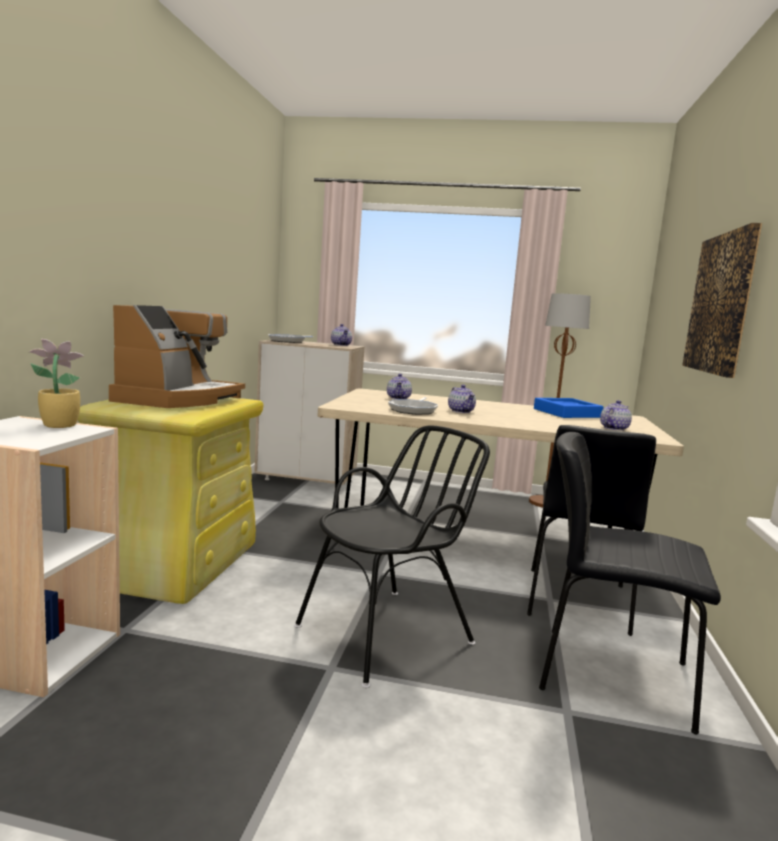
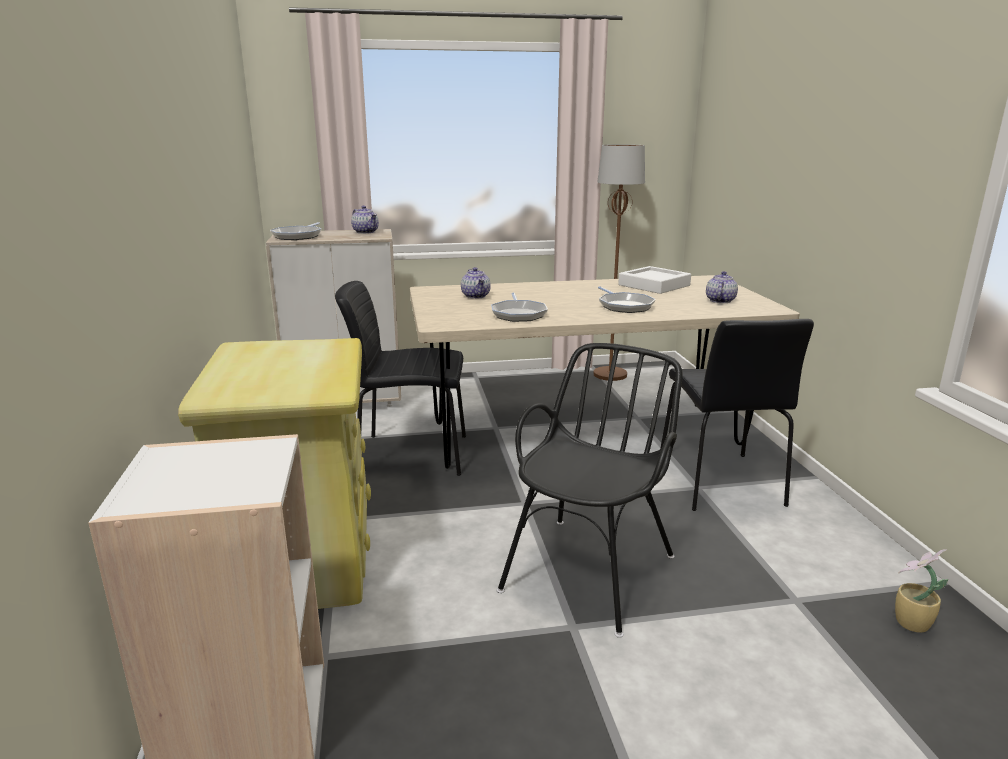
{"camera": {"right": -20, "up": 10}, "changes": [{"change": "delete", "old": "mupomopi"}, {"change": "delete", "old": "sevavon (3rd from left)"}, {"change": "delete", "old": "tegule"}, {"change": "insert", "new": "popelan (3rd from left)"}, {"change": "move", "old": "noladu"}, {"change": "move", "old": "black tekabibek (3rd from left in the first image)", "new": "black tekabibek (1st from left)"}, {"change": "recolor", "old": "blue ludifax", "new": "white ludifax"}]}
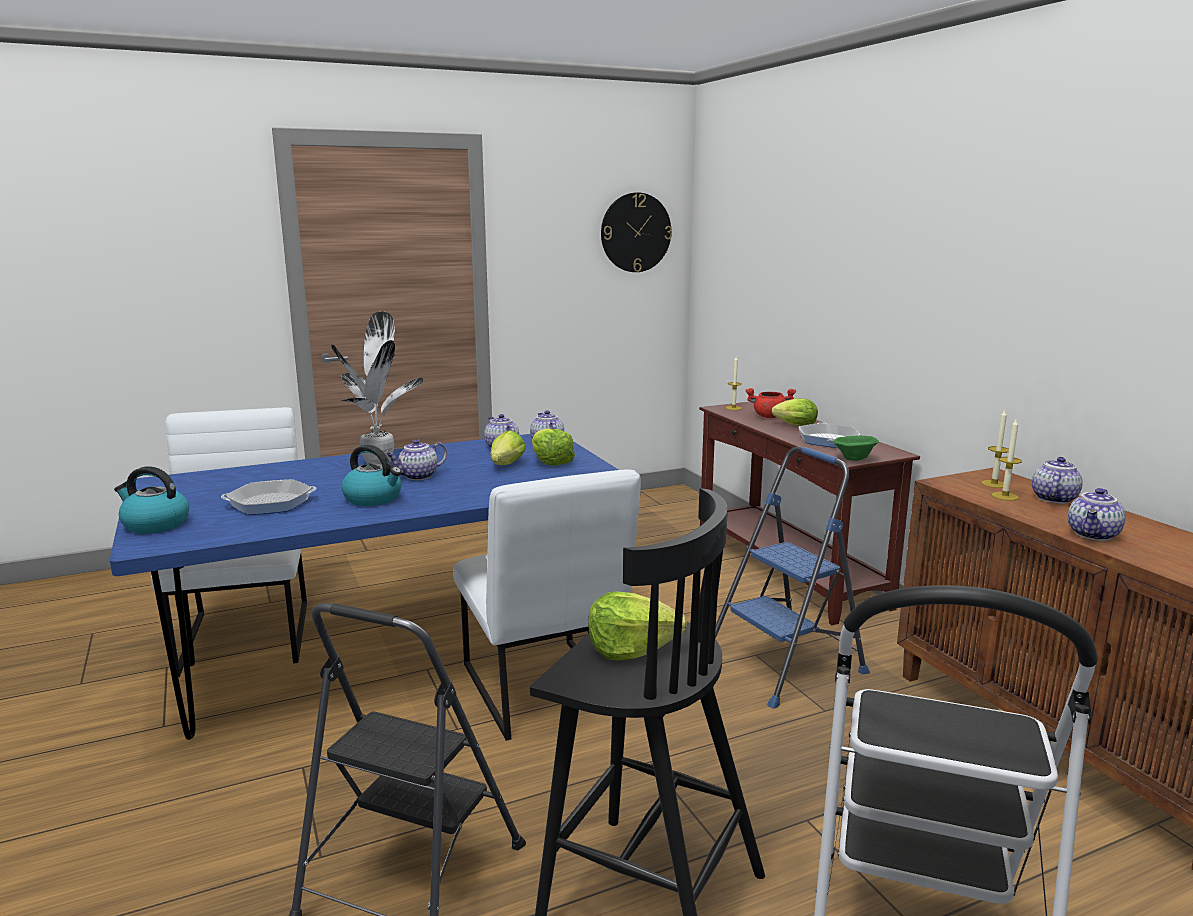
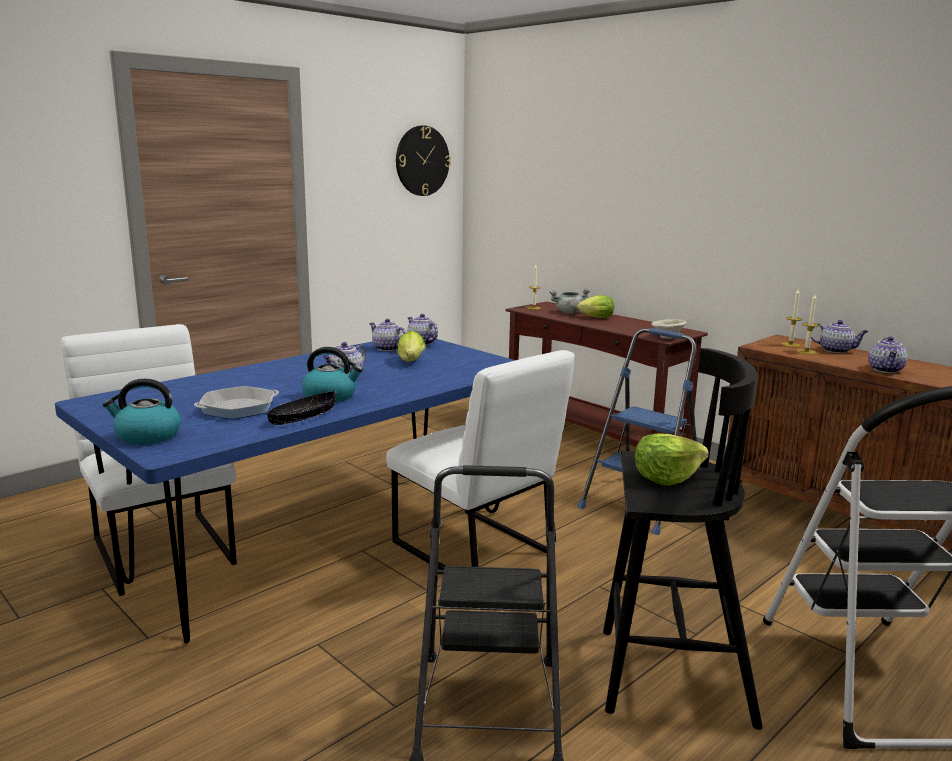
{"camera": {"right": -20, "up": 0}, "changes": [{"change": "delete", "old": "noladu"}, {"change": "delete", "old": "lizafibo (2nd from left)"}, {"change": "delete", "old": "popelan (2nd from left)"}, {"change": "insert", "new": "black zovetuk"}, {"change": "recolor", "old": "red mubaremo", "new": "grey mubaremo"}, {"change": "recolor", "old": "green zovetuk", "new": "beige zovetuk"}, {"change": "rotate", "old": "sevavon (4th from left)", "degrees": 105}]}
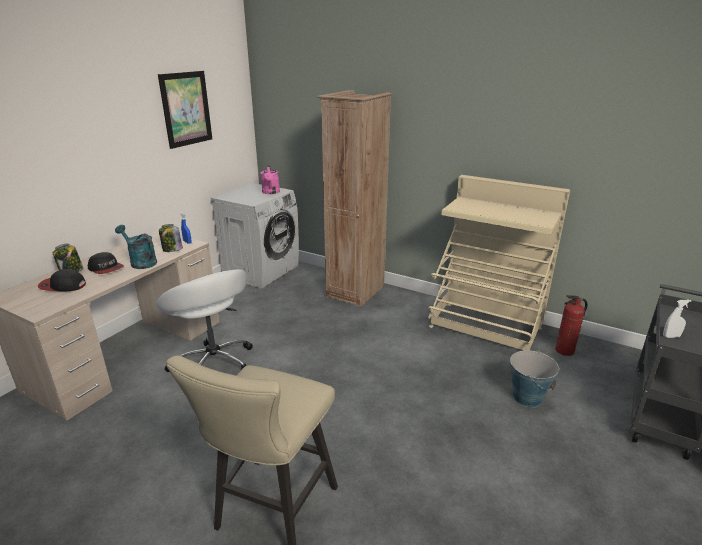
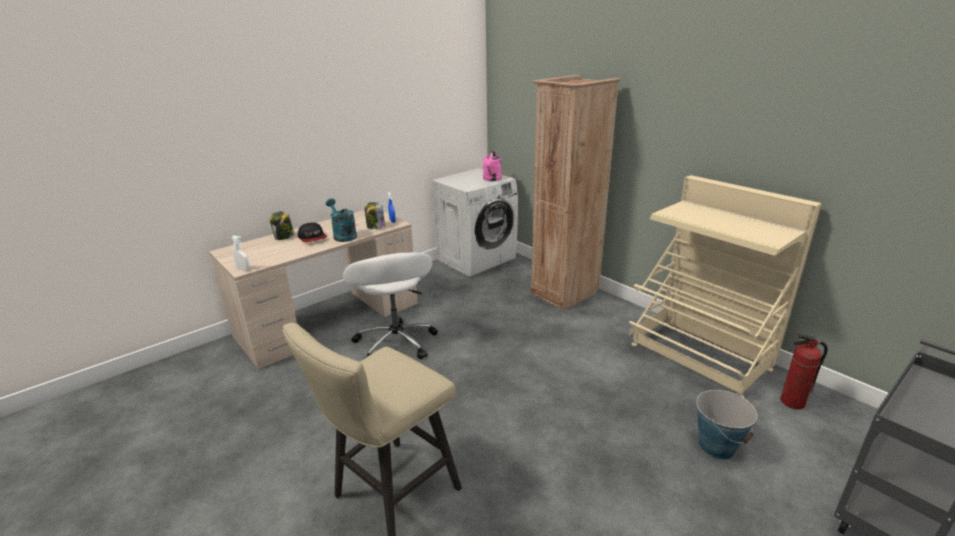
{"camera": {"right": 20, "up": 0}, "changes": [{"change": "delete", "old": "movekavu (1st from left)"}, {"change": "delete", "old": "tegule"}, {"change": "move", "old": "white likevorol"}]}
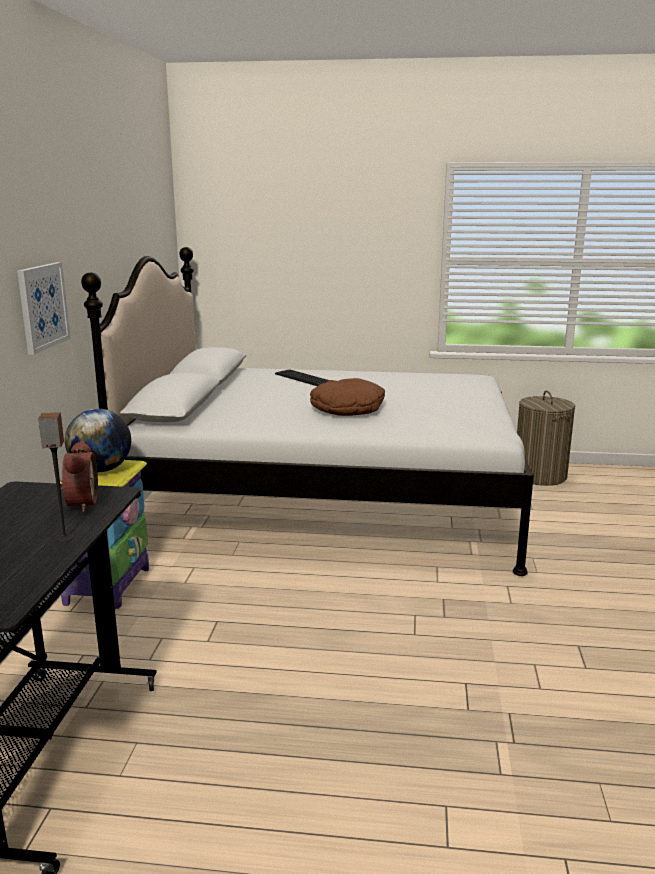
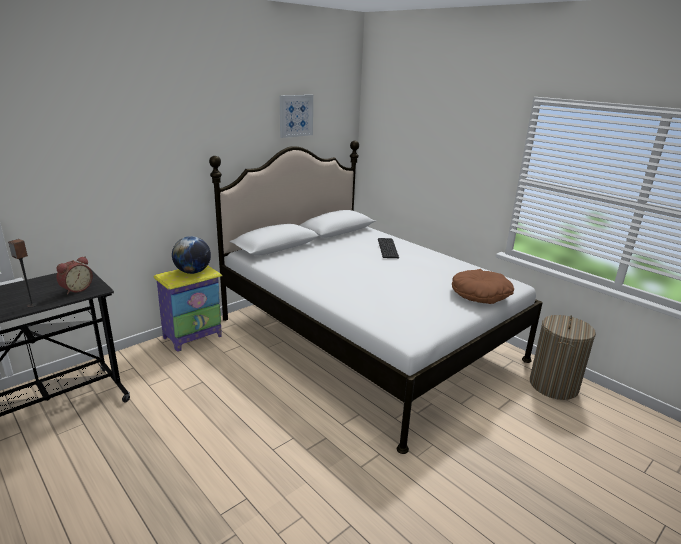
{"camera": {"right": 40, "up": 5}, "changes": [{"change": "move", "old": "tegule"}, {"change": "move", "old": "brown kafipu"}]}
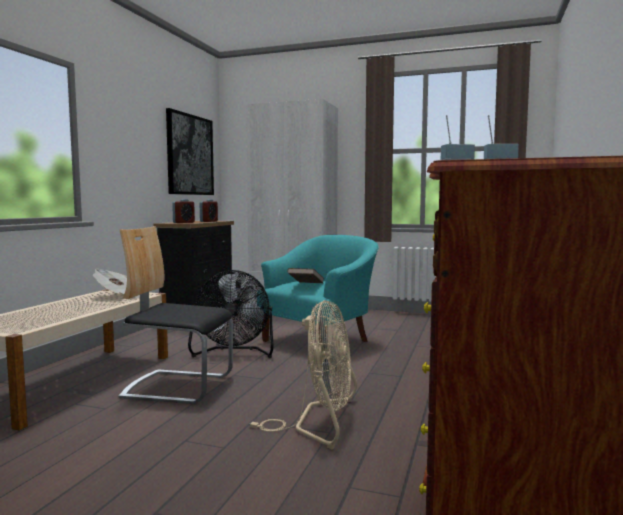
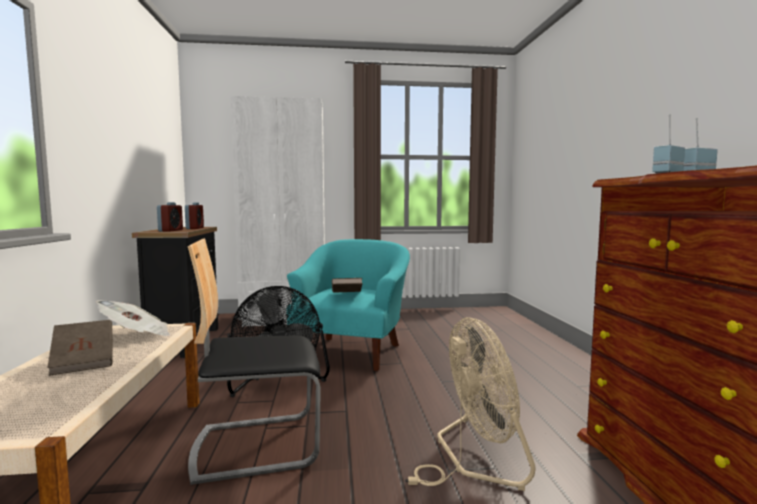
{"camera": {"right": -25, "up": 0}, "changes": [{"change": "delete", "old": "tegule"}, {"change": "insert", "new": "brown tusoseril (1st from left)"}]}
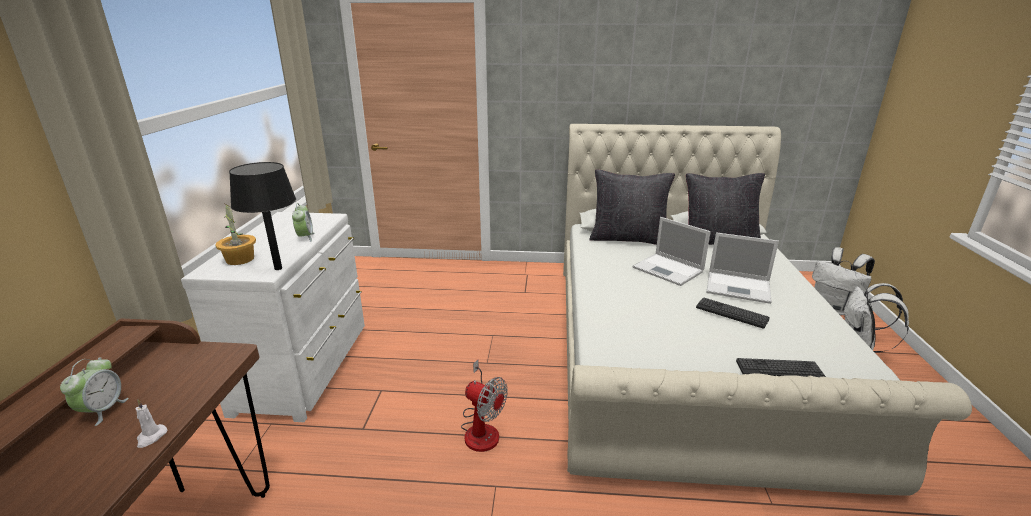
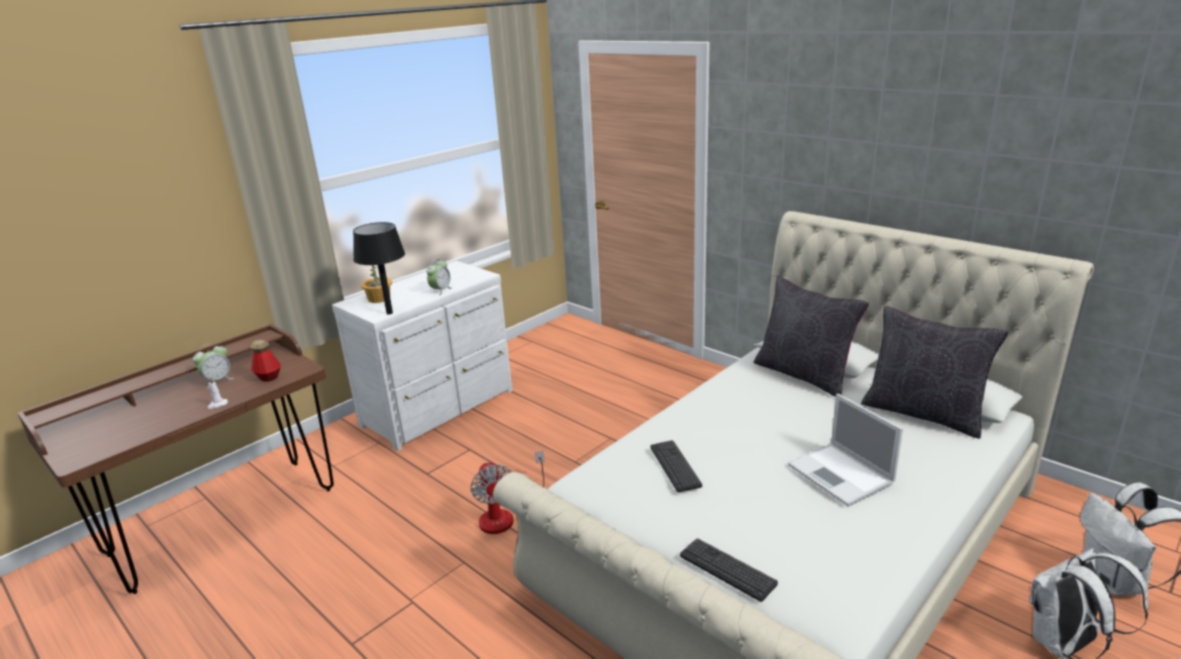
{"camera": {"right": 40, "up": 0}, "changes": [{"change": "delete", "old": "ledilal (1st from left)"}, {"change": "insert", "new": "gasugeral"}, {"change": "move", "old": "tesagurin (1st from left)"}]}
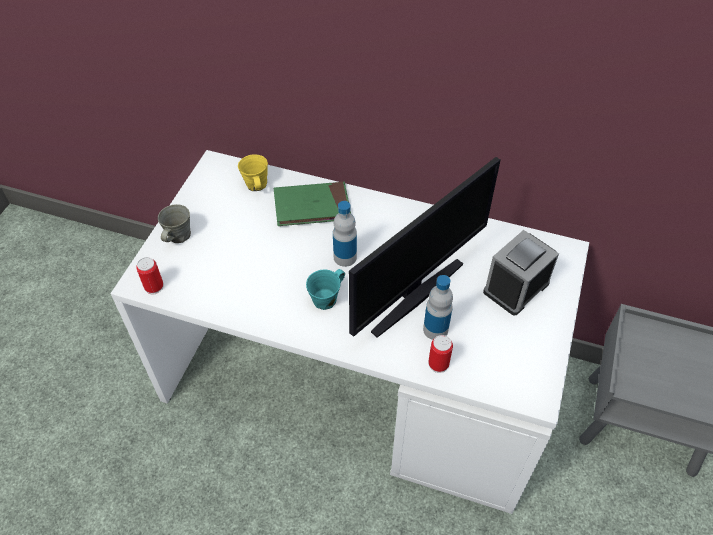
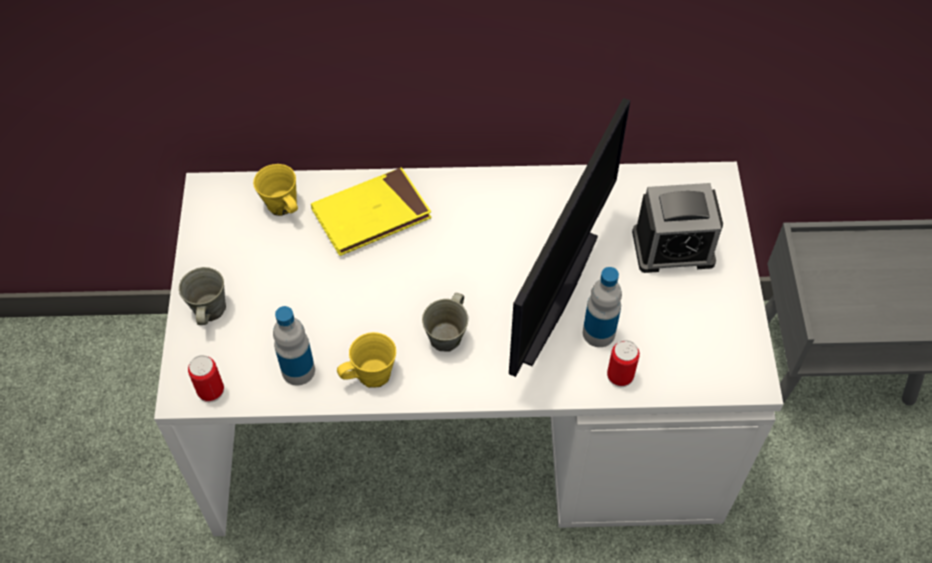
{"camera": {"right": -20, "up": 5}, "changes": [{"change": "insert", "new": "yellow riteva (2nd from left)"}, {"change": "move", "old": "gasugeral (1st from left)"}, {"change": "recolor", "old": "green tusoseril", "new": "yellow tusoseril"}, {"change": "recolor", "old": "turquoise riteva", "new": "grey riteva (2nd from left)"}, {"change": "rotate", "old": "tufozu", "degrees": -120}]}
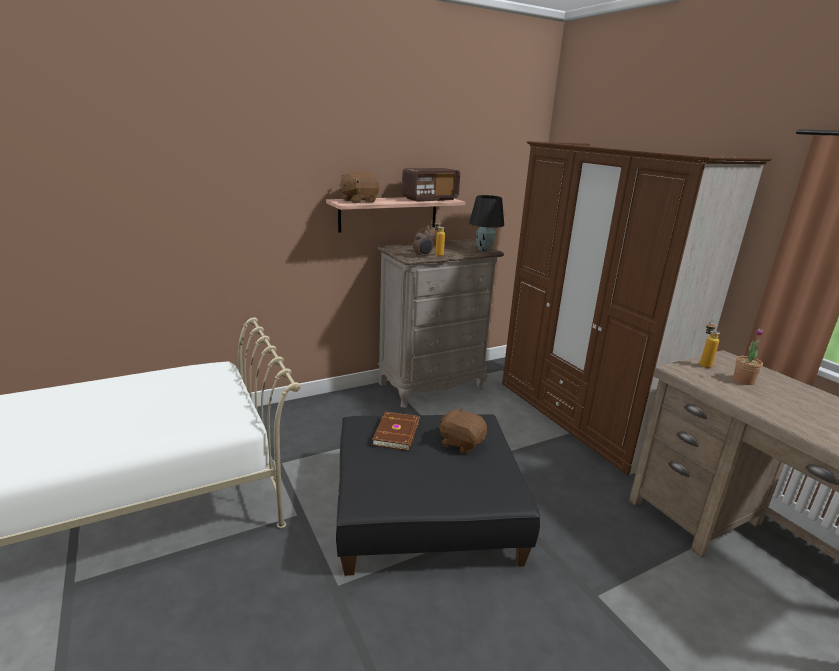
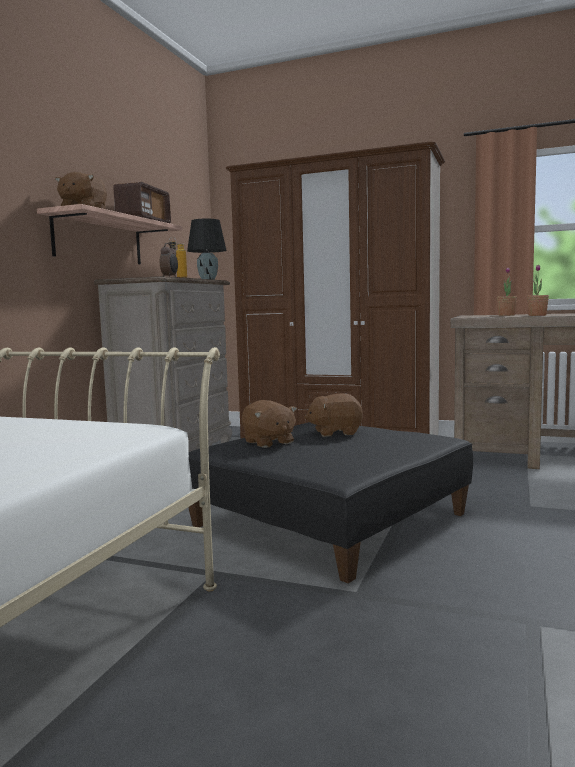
{"camera": {"right": -40, "up": -15}, "changes": [{"change": "delete", "old": "gasugeral (2nd from left)"}, {"change": "insert", "new": "noladu (2nd from left)"}, {"change": "replace", "old": "brown tusoseril", "new": "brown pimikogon (2nd from left)"}]}
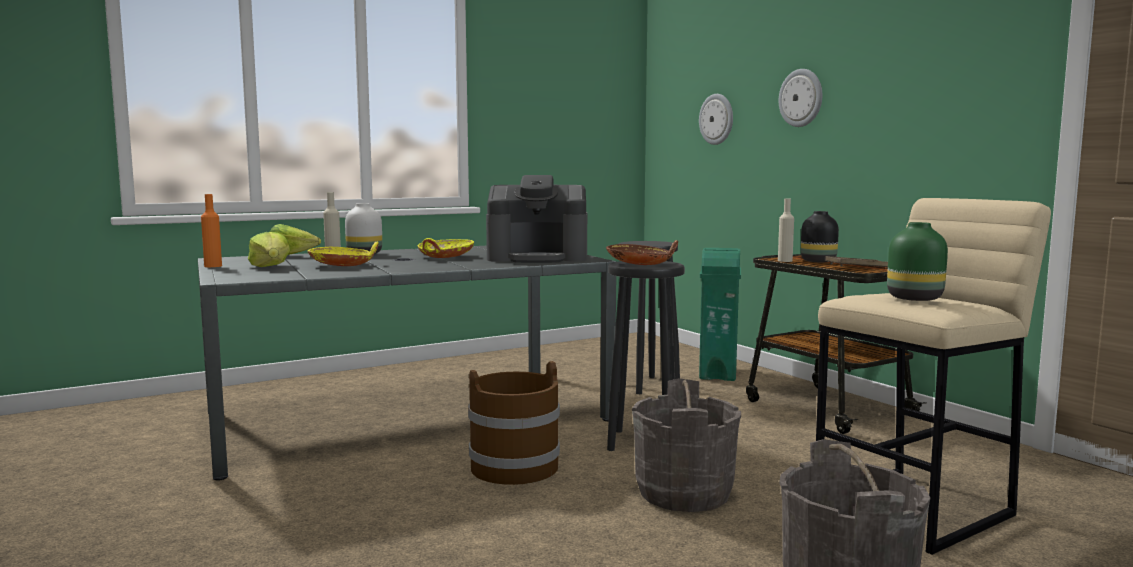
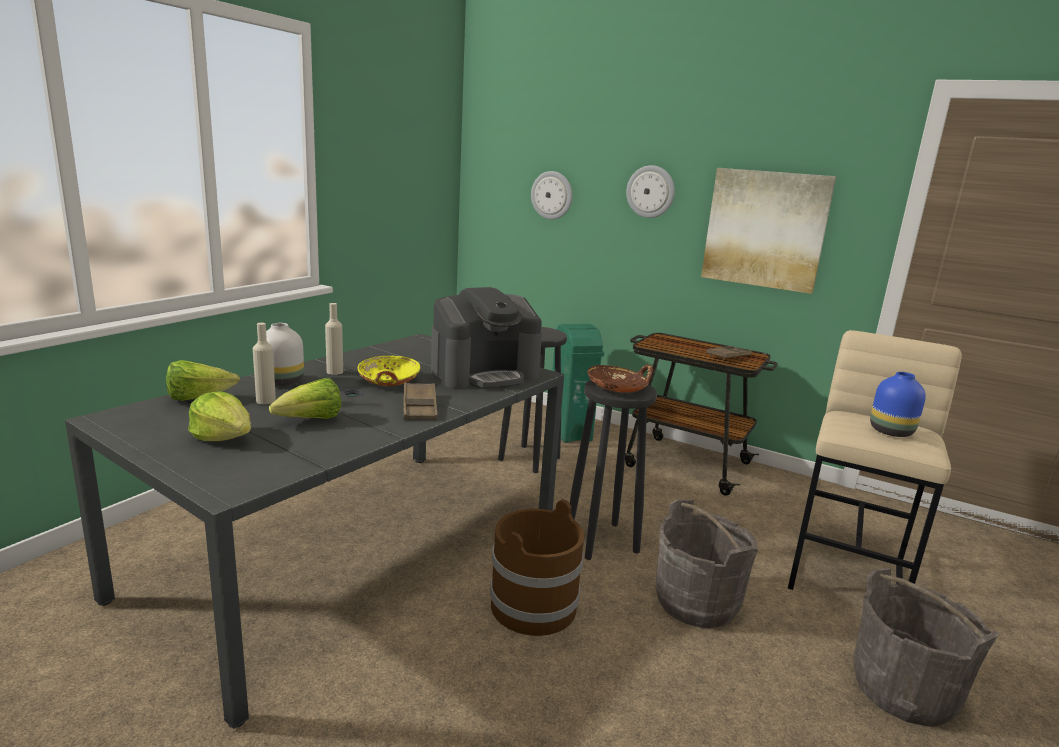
{"camera": {"right": -30, "up": 10}, "changes": [{"change": "delete", "old": "orange gasugeral"}, {"change": "delete", "old": "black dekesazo"}, {"change": "insert", "new": "brown ludifax (1st from left)"}, {"change": "insert", "new": "tegule"}, {"change": "move", "old": "beige gasugeral (2nd from left)"}, {"change": "replace", "old": "yellow zovetuk (1st from left)", "new": "lizafibo (3rd from left)"}, {"change": "recolor", "old": "green dekesazo", "new": "blue dekesazo"}]}
